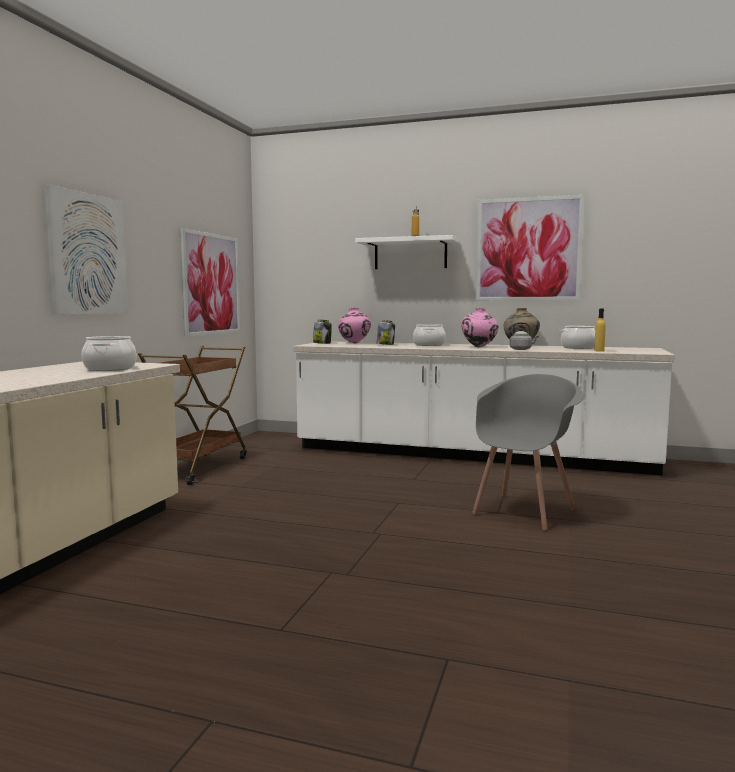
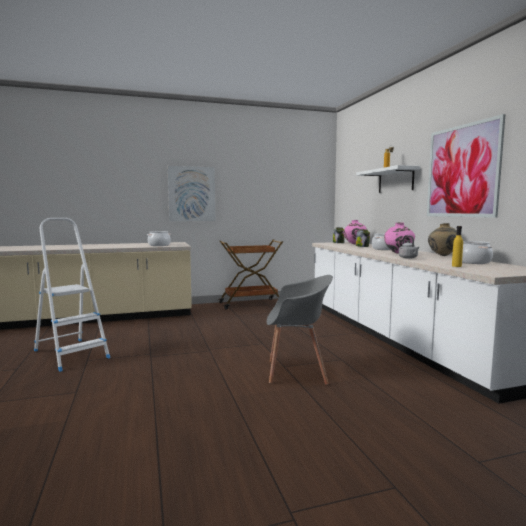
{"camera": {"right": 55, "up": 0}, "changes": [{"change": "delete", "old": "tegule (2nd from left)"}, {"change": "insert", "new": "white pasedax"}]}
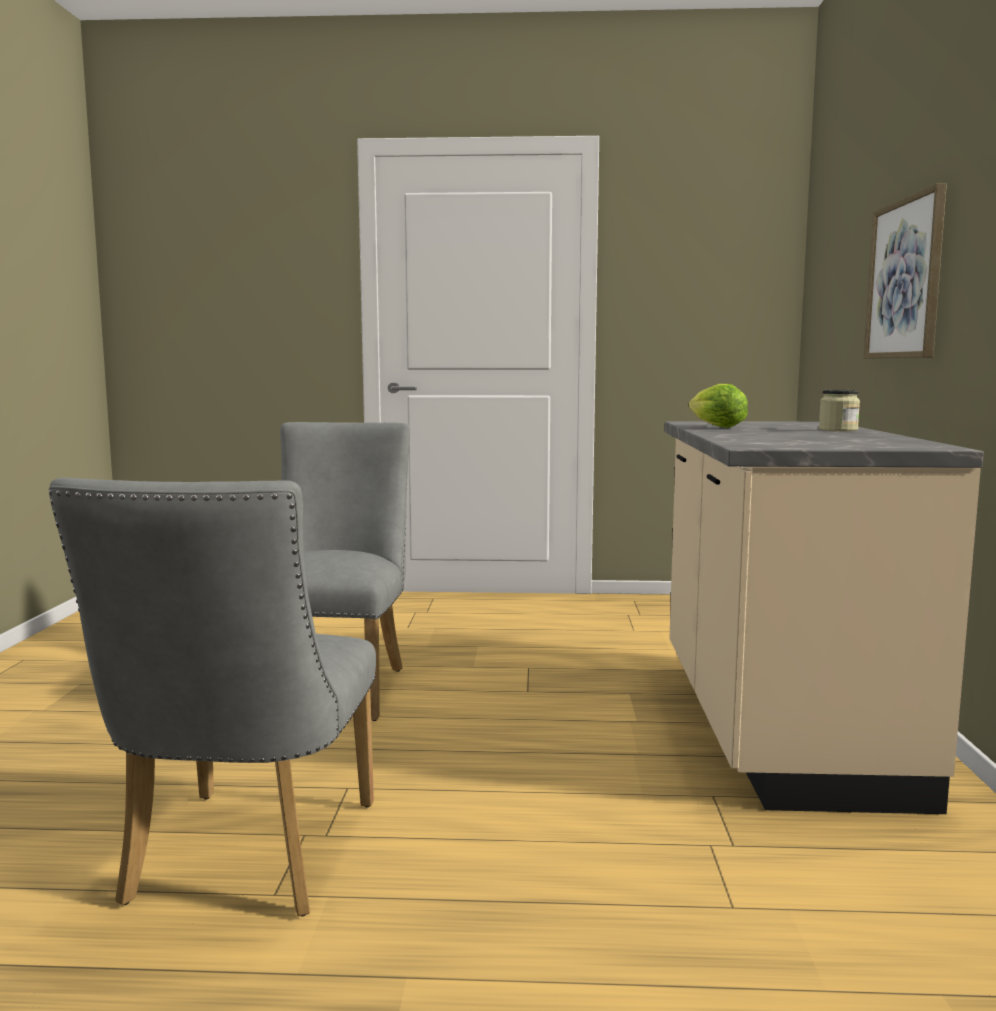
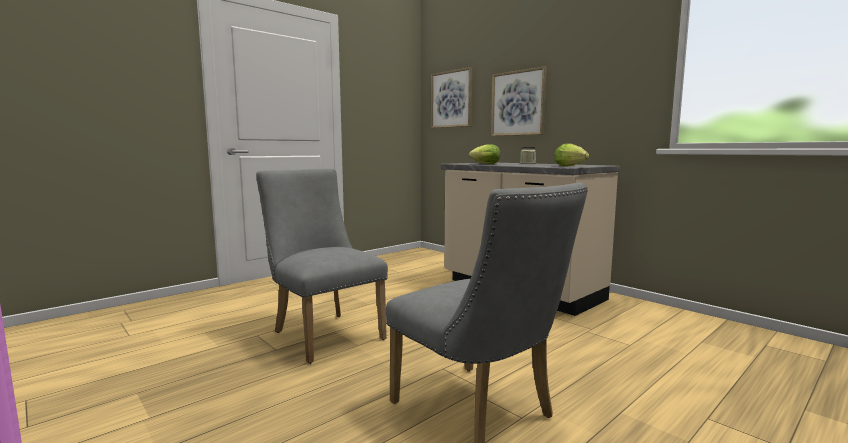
{"camera": {"right": -45, "up": 0}, "changes": [{"change": "insert", "new": "tegule (1st from left)"}, {"change": "insert", "new": "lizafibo (2nd from left)"}]}
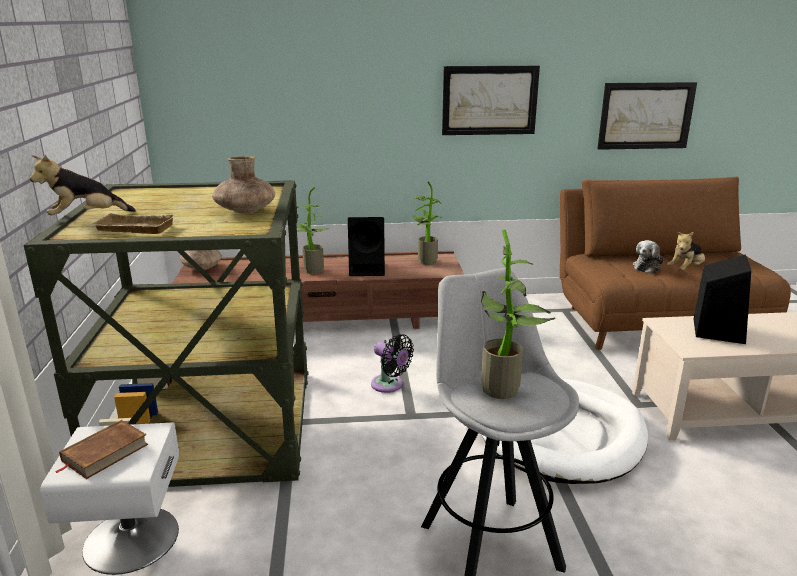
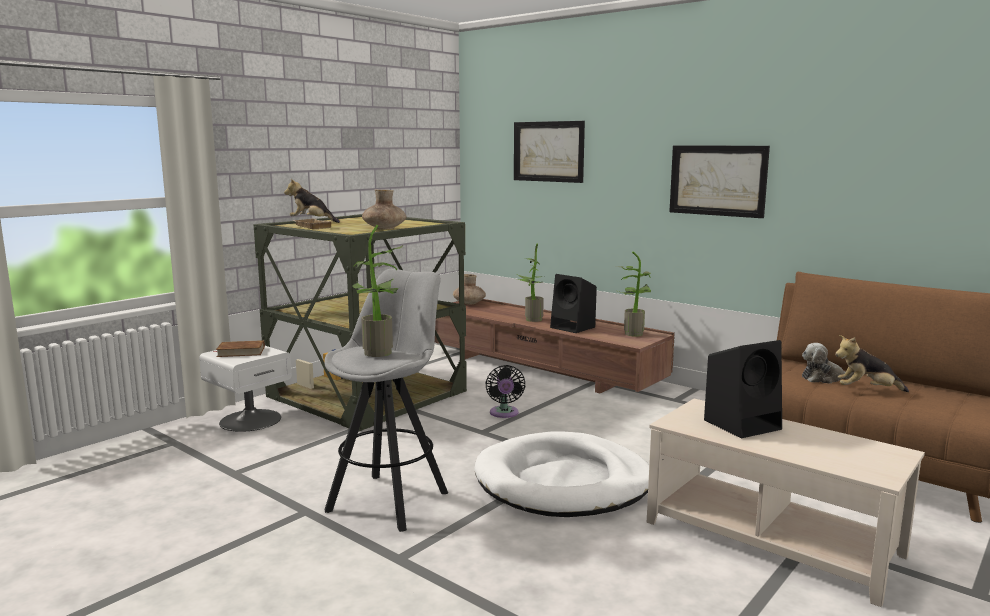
{"camera": {"right": 45, "up": -10}, "changes": [{"change": "move", "old": "tegule (2nd from left in the first image)", "new": "tegule (1st from left)"}]}
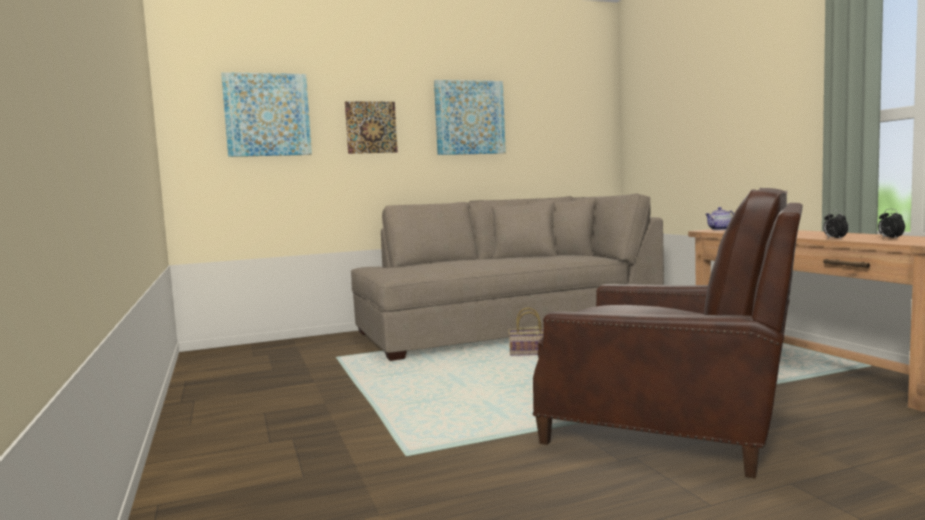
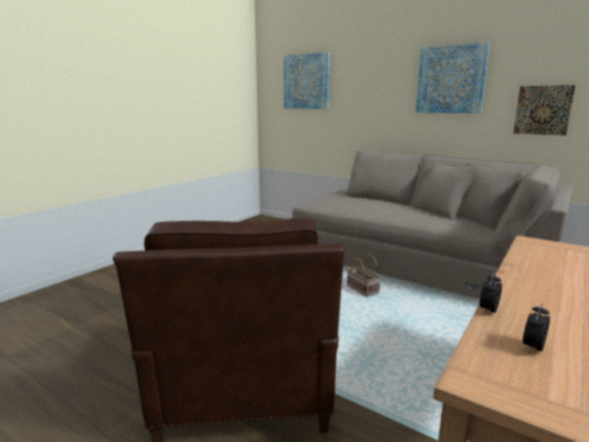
{"camera": {"right": 55, "up": 10}, "changes": [{"change": "delete", "old": "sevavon"}, {"change": "move", "old": "tegule (2nd from left in the first image)", "new": "tegule (3rd from left)"}]}
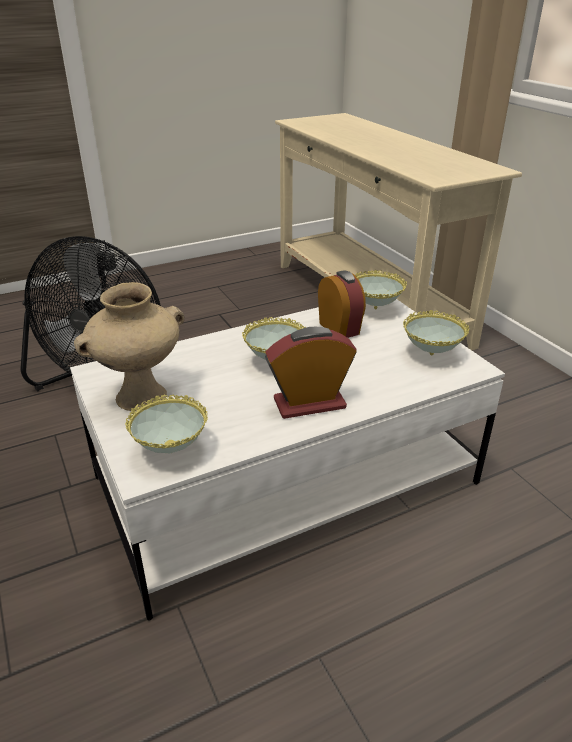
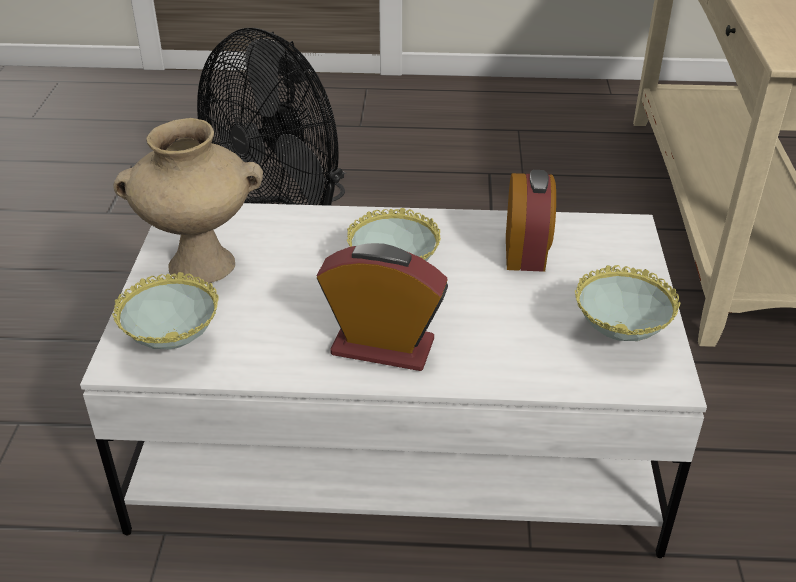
{"camera": {"right": 30, "up": 5}, "changes": [{"change": "delete", "old": "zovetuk (3rd from left)"}]}
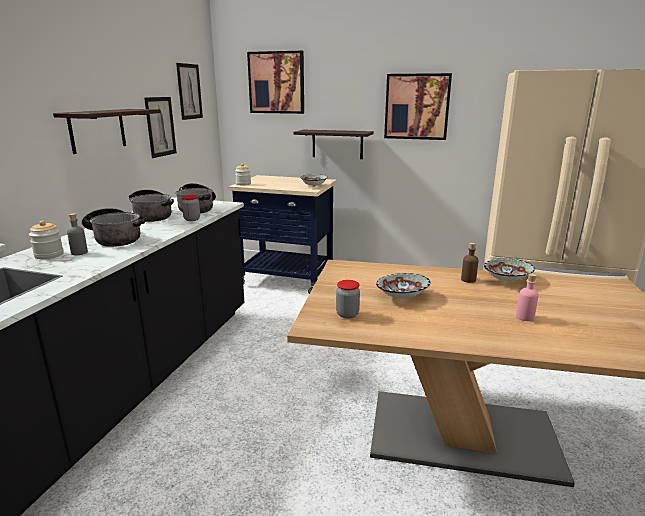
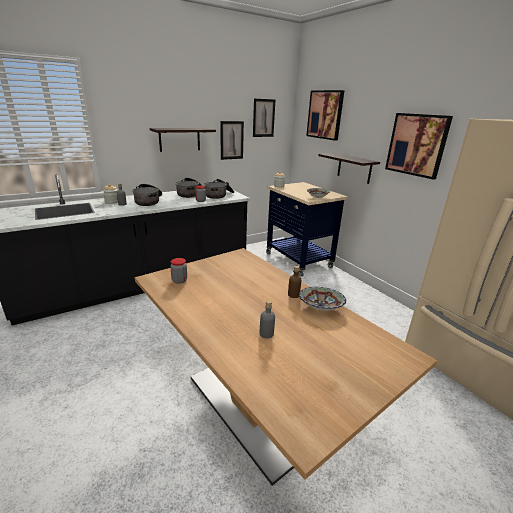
{"camera": {"right": 40, "up": 5}, "changes": [{"change": "delete", "old": "zovetuk (2nd from left)"}, {"change": "recolor", "old": "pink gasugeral", "new": "grey gasugeral (2nd from left)"}]}
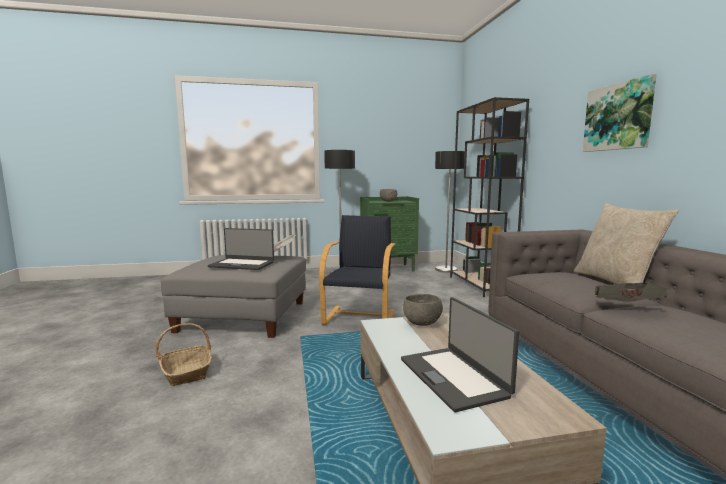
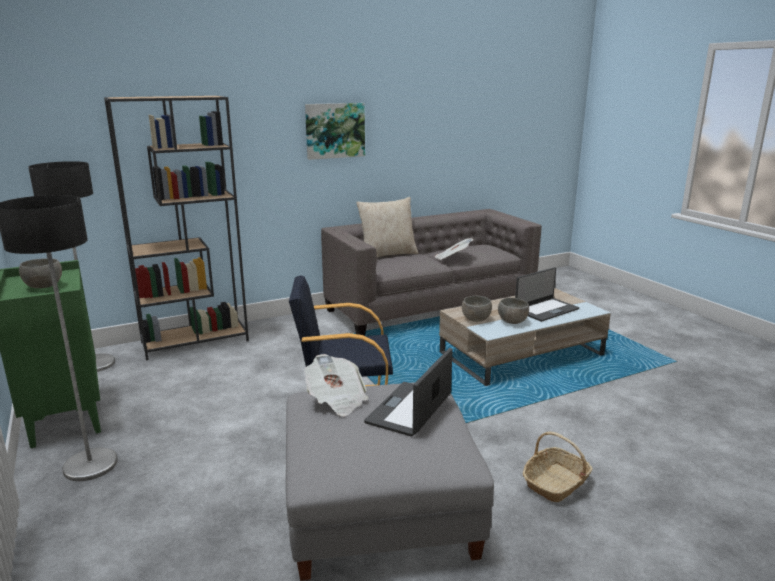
{"camera": {"right": -105, "up": 10}, "changes": [{"change": "insert", "new": "grey zovetuk (3rd from left)"}, {"change": "rotate", "old": "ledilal (1st from left)", "degrees": -150}]}
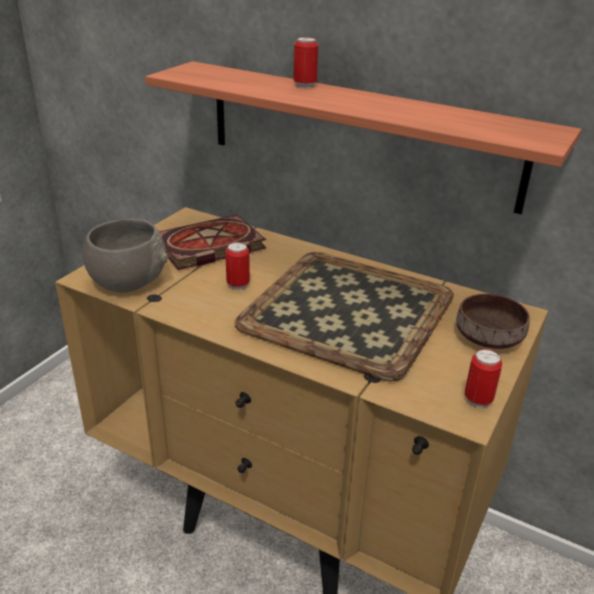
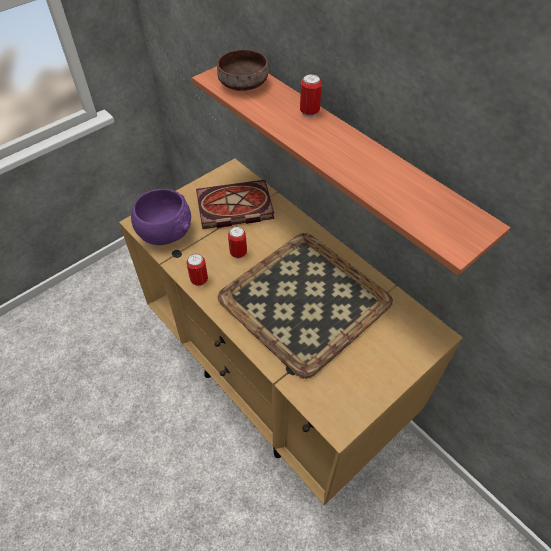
{"camera": {"right": 20, "up": 20}, "changes": [{"change": "move", "old": "brown zovetuk"}, {"change": "move", "old": "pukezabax (3rd from left in the first image)", "new": "pukezabax (1st from left)"}, {"change": "recolor", "old": "grey zovetuk", "new": "purple zovetuk"}]}
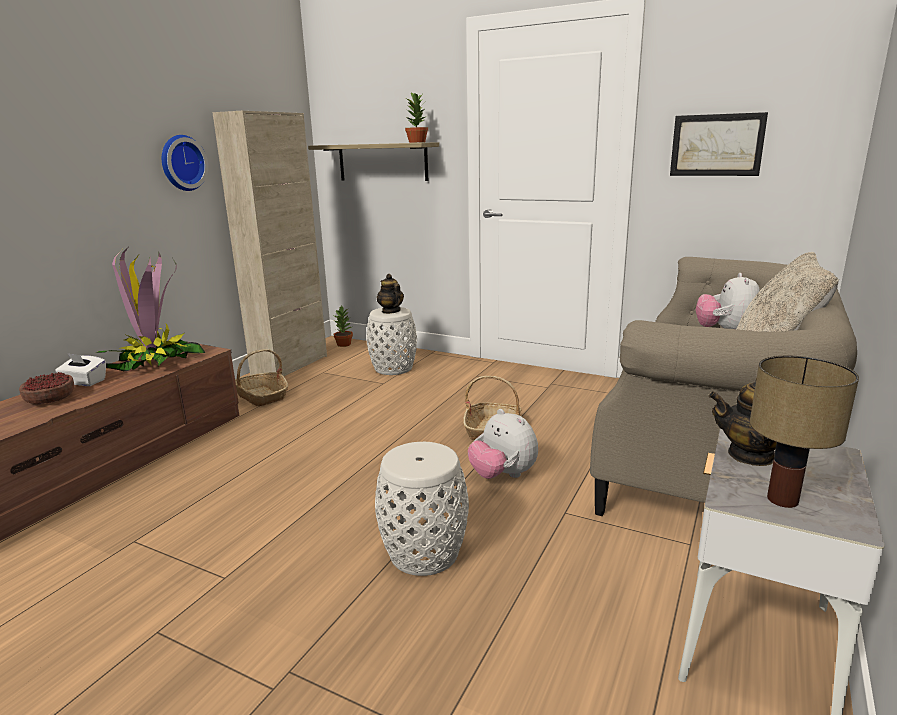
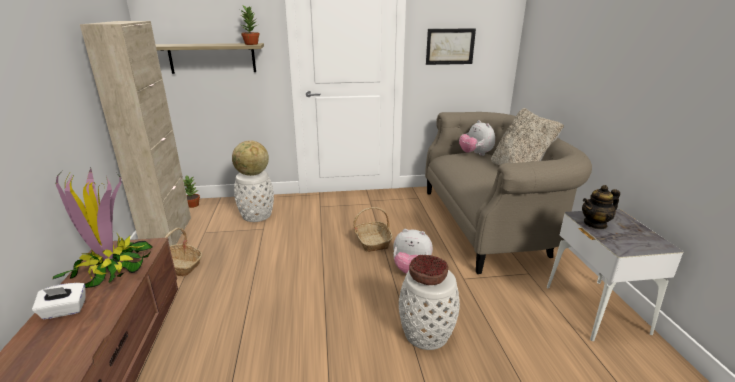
{"camera": {"right": -35, "up": 5}, "changes": [{"change": "delete", "old": "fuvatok"}, {"change": "delete", "old": "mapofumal"}, {"change": "move", "old": "zovetuk"}, {"change": "replace", "old": "sevavon (1st from left)", "new": "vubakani"}]}
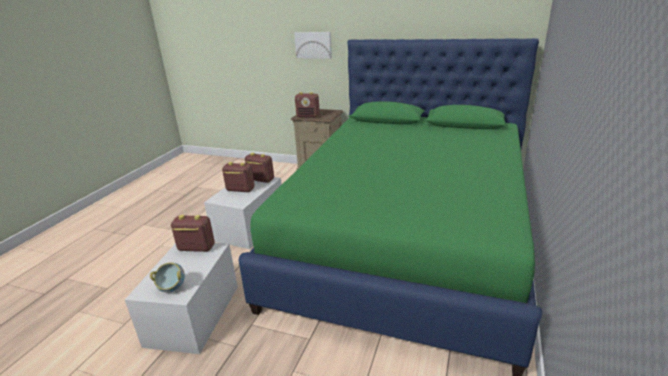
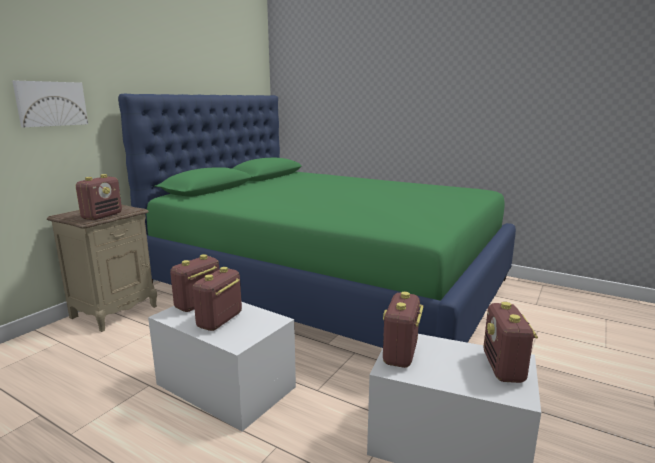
{"camera": {"right": -80, "up": -10}, "changes": [{"change": "replace", "old": "zovetuk", "new": "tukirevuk (5th from left)"}]}
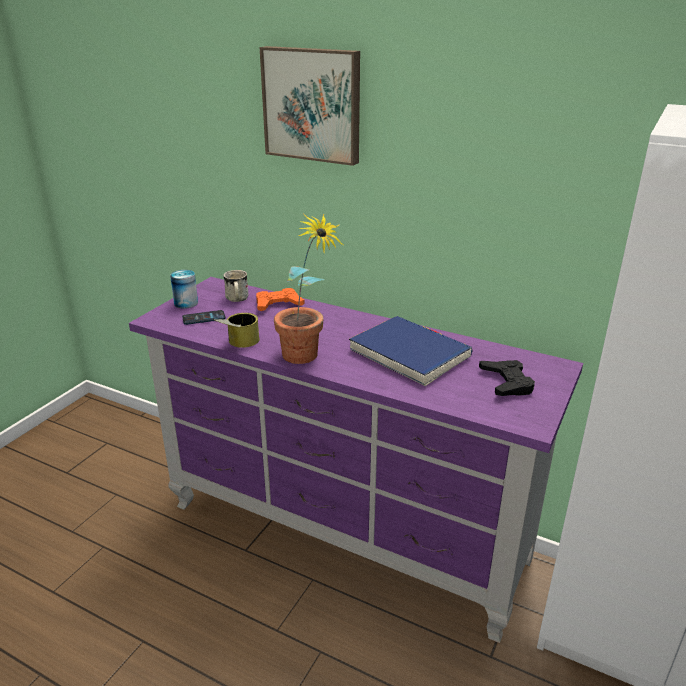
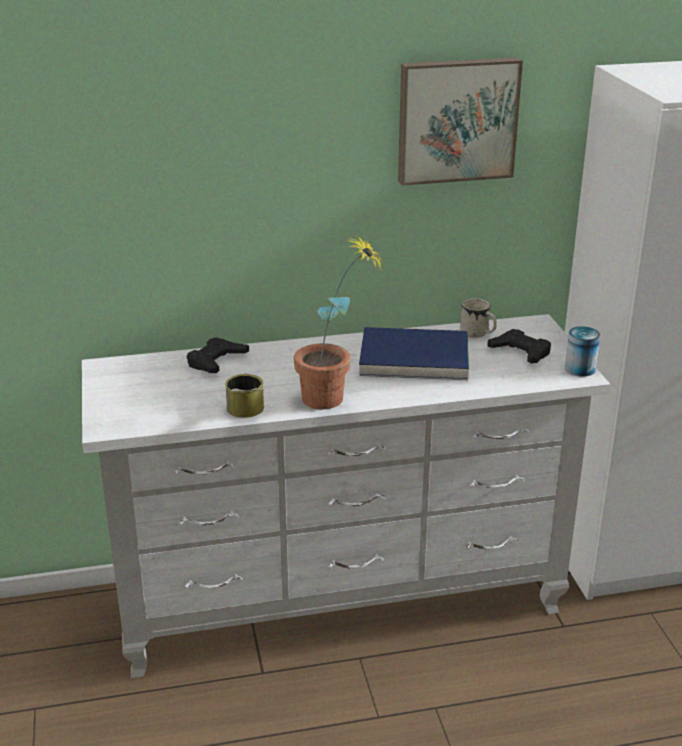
{"camera": {"right": -40, "up": 0}, "changes": [{"change": "delete", "old": "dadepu"}, {"change": "move", "old": "pukezabax (1st from left in the first image)", "new": "pukezabax (2nd from left)"}, {"change": "move", "old": "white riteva"}, {"change": "move", "old": "tegule"}, {"change": "recolor", "old": "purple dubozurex", "new": "white dubozurex"}, {"change": "recolor", "old": "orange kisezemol", "new": "black kisezemol (1st from left)"}]}
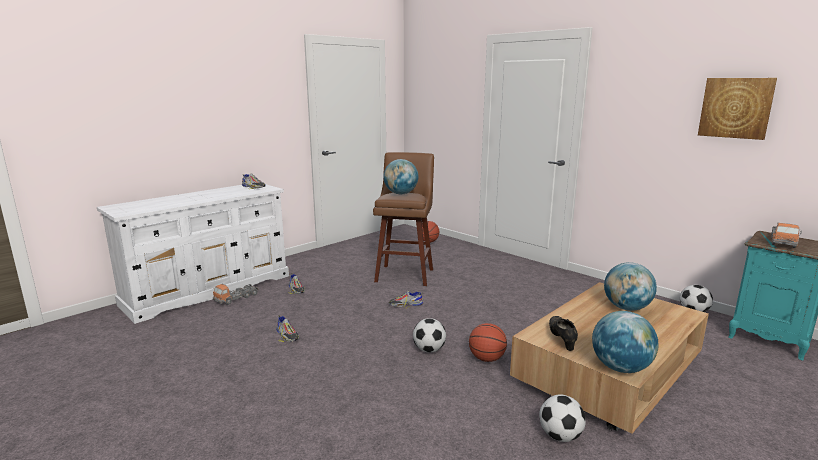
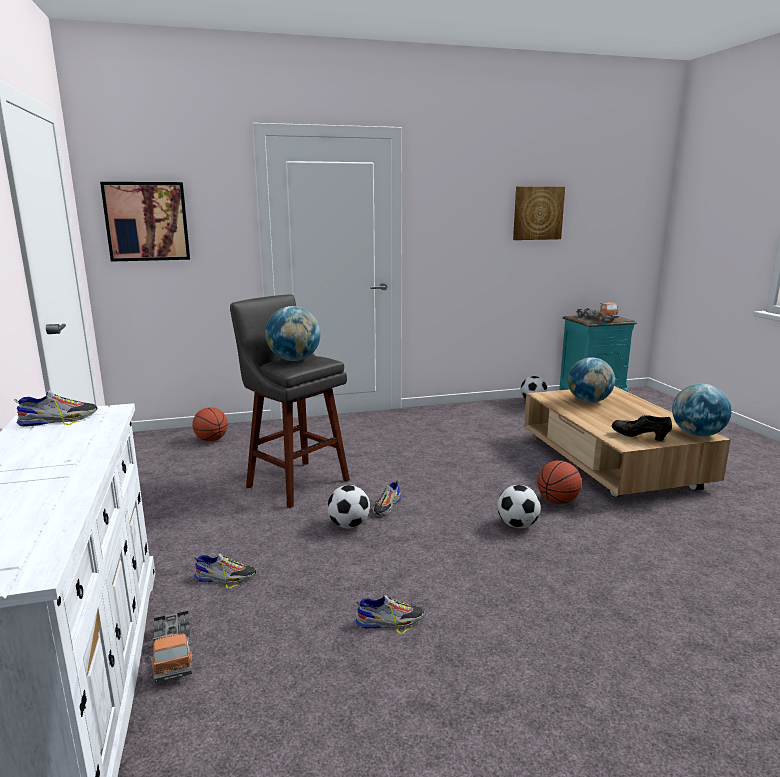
{"camera": {"right": -60, "up": 0}, "changes": [{"change": "insert", "new": "tegule (1st from left)"}, {"change": "move", "old": "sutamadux (2nd from left in the first image)", "new": "sutamadux (1st from left)"}, {"change": "recolor", "old": "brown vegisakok", "new": "grey vegisakok"}]}
